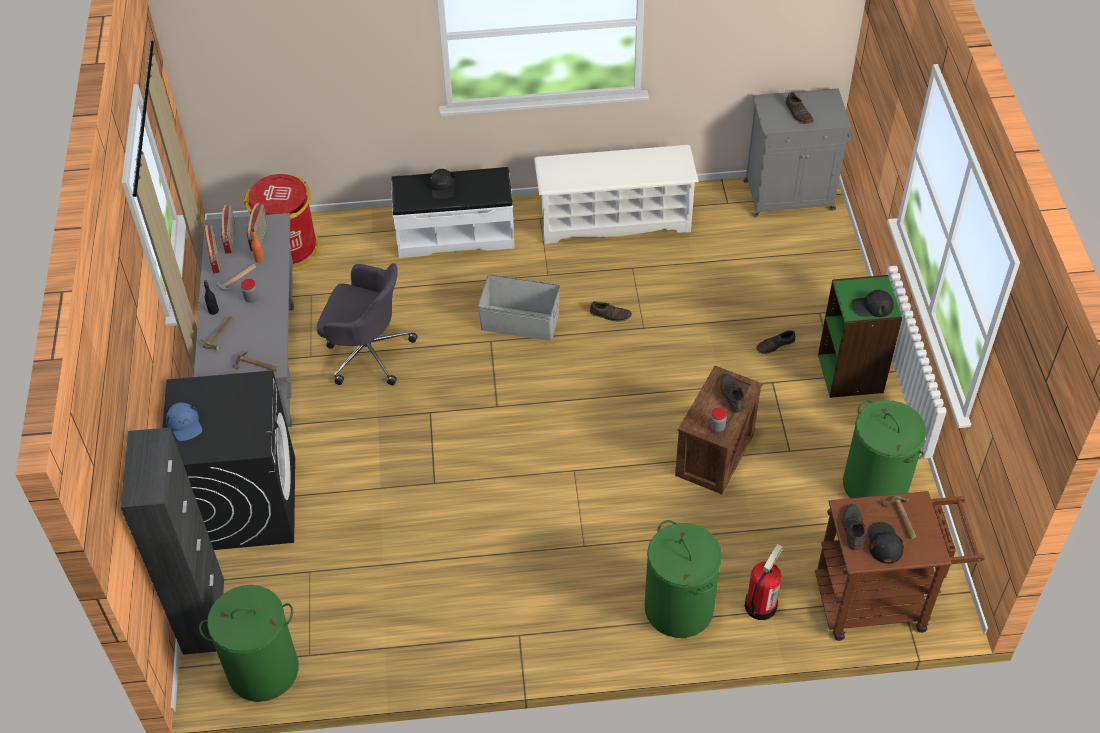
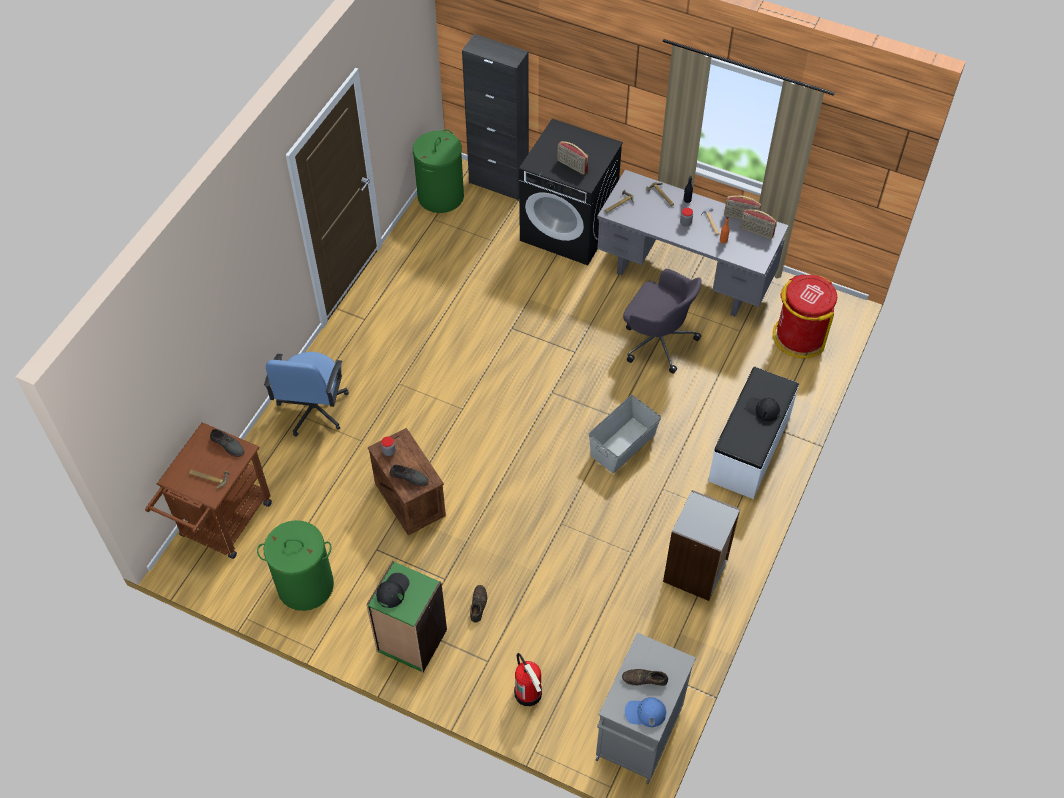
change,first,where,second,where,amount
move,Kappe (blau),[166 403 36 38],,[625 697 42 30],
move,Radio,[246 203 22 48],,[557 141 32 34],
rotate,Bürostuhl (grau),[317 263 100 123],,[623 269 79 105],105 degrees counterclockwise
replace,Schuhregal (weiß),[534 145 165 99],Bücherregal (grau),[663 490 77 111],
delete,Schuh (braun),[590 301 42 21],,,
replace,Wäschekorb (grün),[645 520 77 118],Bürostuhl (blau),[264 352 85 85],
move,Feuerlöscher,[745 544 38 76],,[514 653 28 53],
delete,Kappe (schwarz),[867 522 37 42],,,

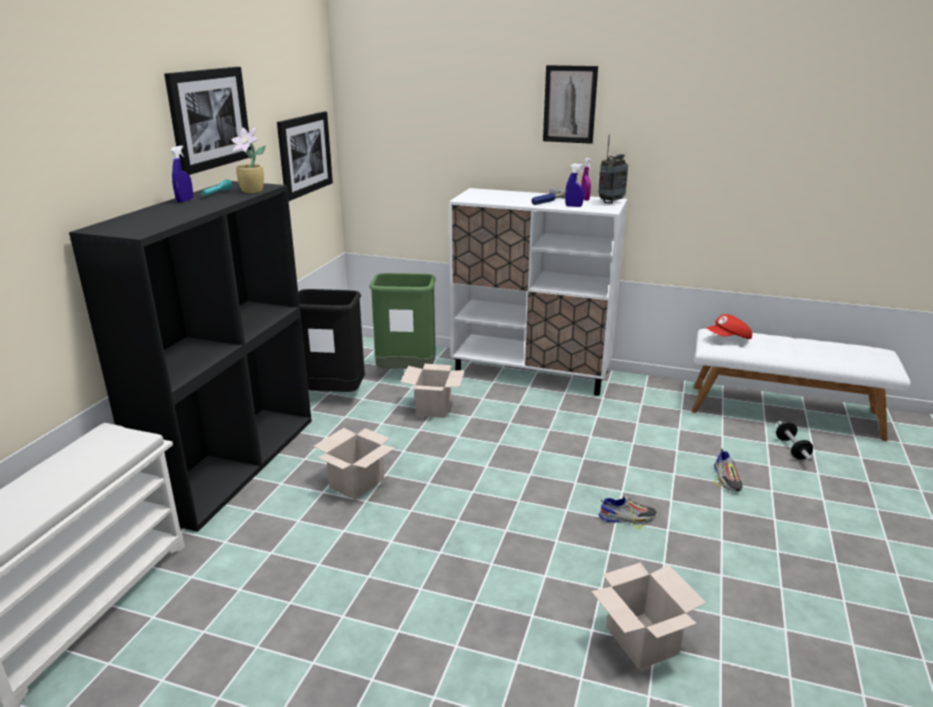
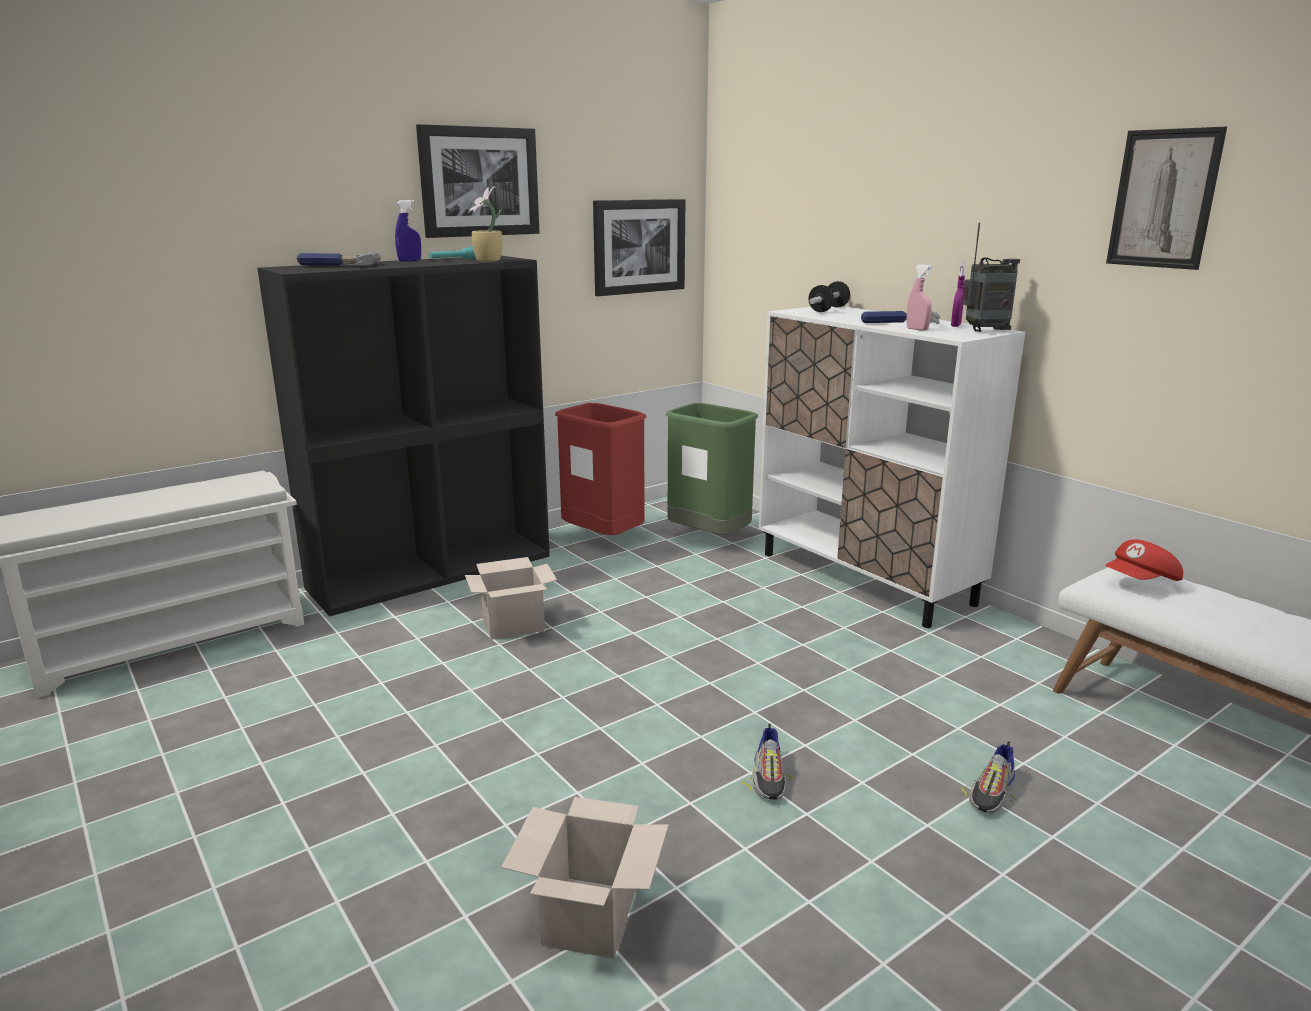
change,first,where,second,where,amount
recolor,Mülleimer (schwarz),[298 289 67 103],Mülleimer (rot),[555 403 91 132],
delete,Karton,[401 364 64 54],,,
move,Bild,[543 65 55 79],,[1106 127 121 143],
recolor,Sprühflasche (blau),[565 164 19 43],Sprühflasche (rosa),[906 264 27 67],
rotate,Schuh,[599 496 58 33],,[742 724 51 76],60 degrees clockwise
rotate,Kappe (rot),[707 314 45 25],,[1105 539 78 42],45 degrees counterclockwise
move,Hantel,[776 421 37 41],,[808 281 42 31],
insert,,,Hammer,[297 251 84 15],

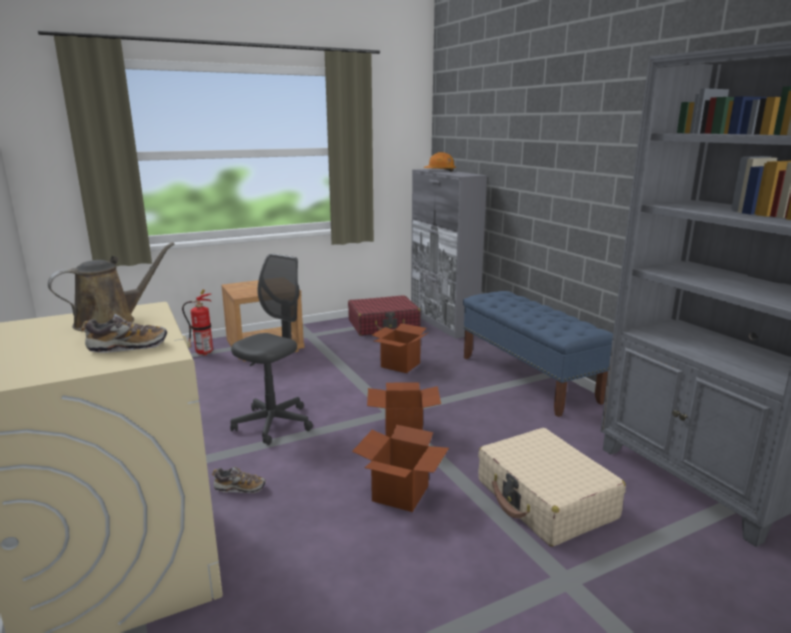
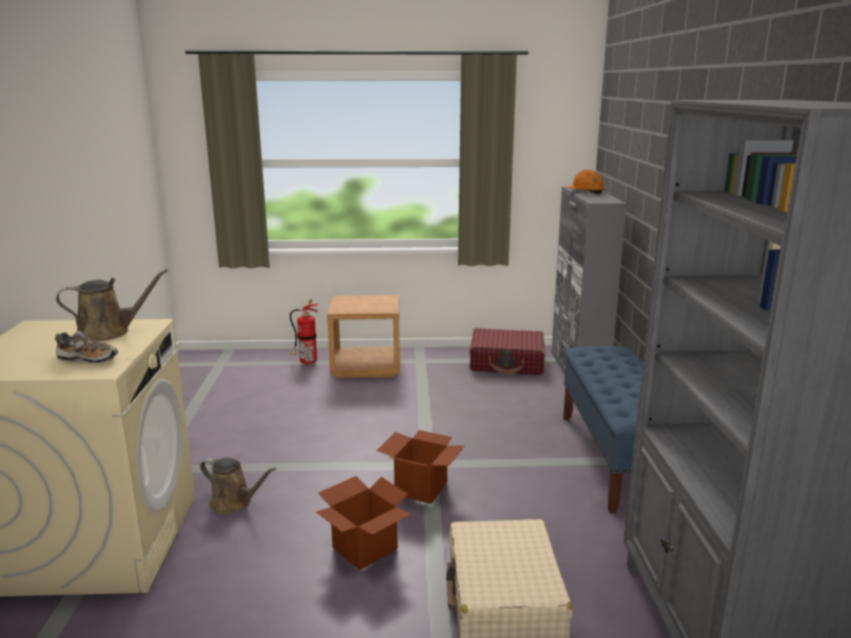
change,first,where,second,where,amount
replace,Schuh,[212 467 54 26],Gießkanne (braun),[200 457 76 57],
delete,Bürostuhl (grau),[230 253 83 192],,,
delete,Karton,[372 323 57 50],,,

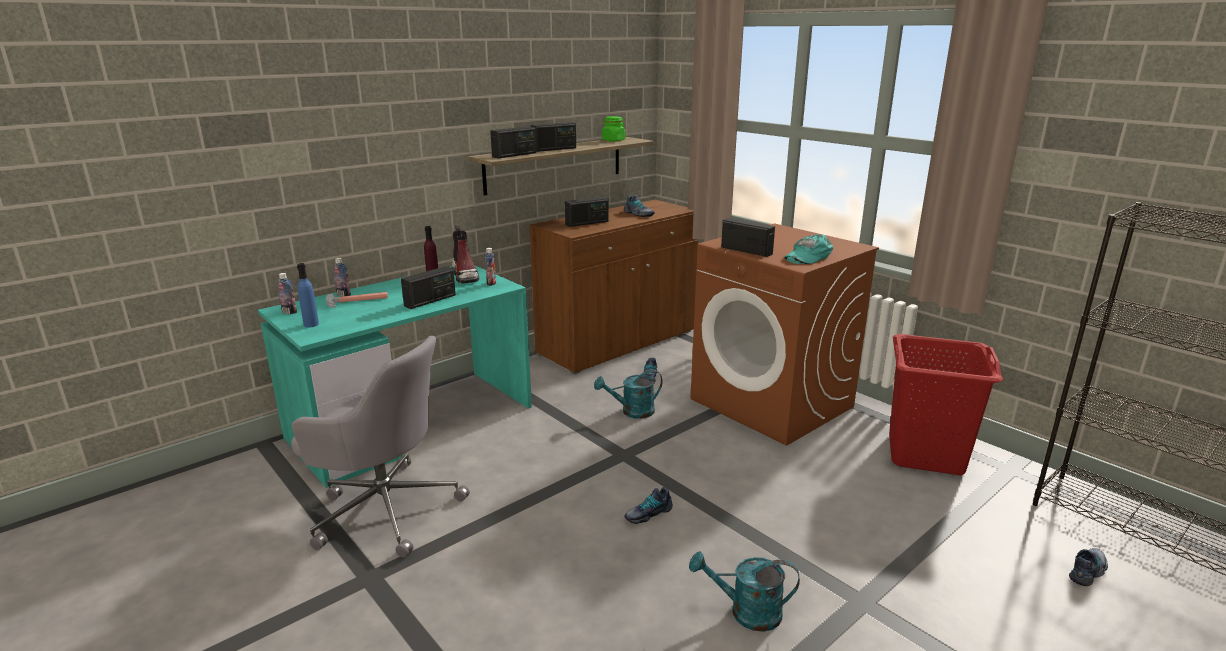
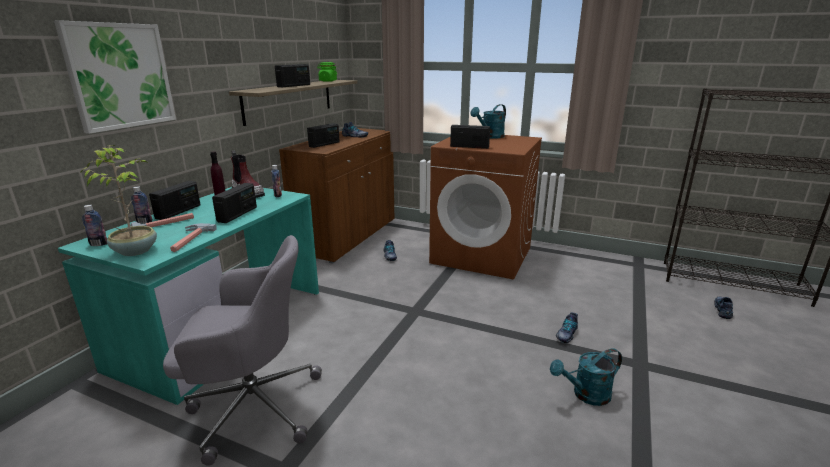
change,first,where,second,where,amount
replace,Flasche (blau),[297 263 22 65],Topfpflanze,[81 145 76 111],
move,Radio,[490 126 46 32],,[149 181 51 39],
move,Gießkanne (türkis),[594 370 69 49],,[470 104 36 35],
move,Schuh,[625 487 48 37],,[556 312 22 31],
delete,Kappe (türkis),[784 234 49 30],,,
delete,Wäschekorb (rot),[889 334 114 141],,,
insert,,,Bild,[54 20 122 114],
insert,,,Hammer,[170 223 47 29],

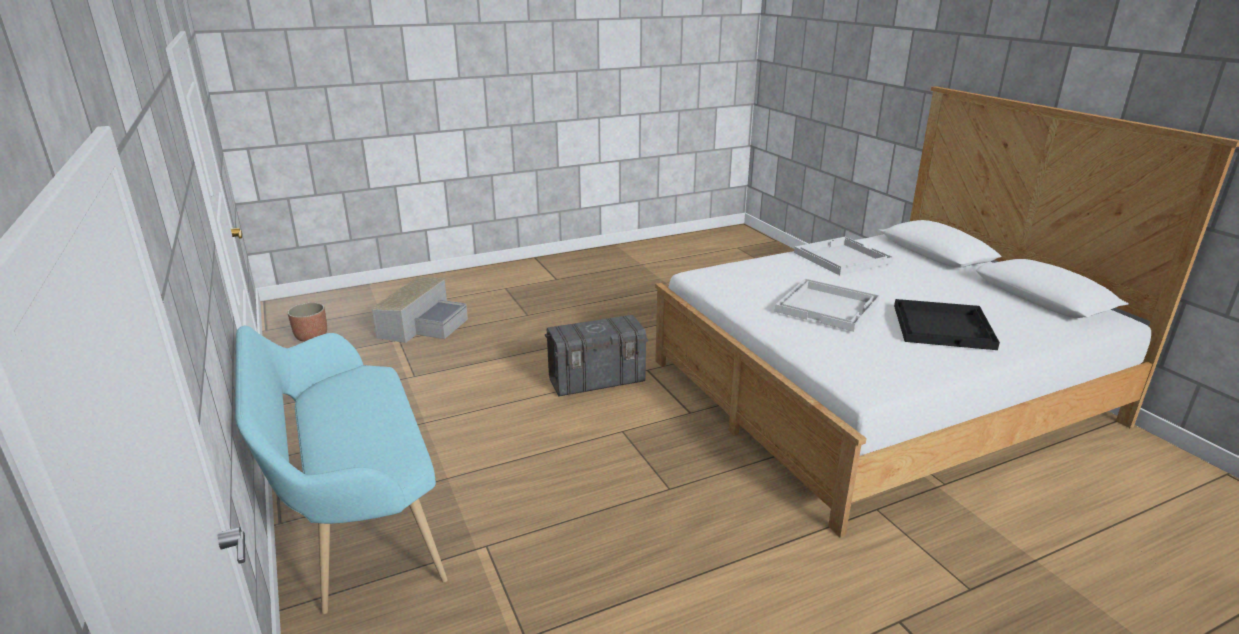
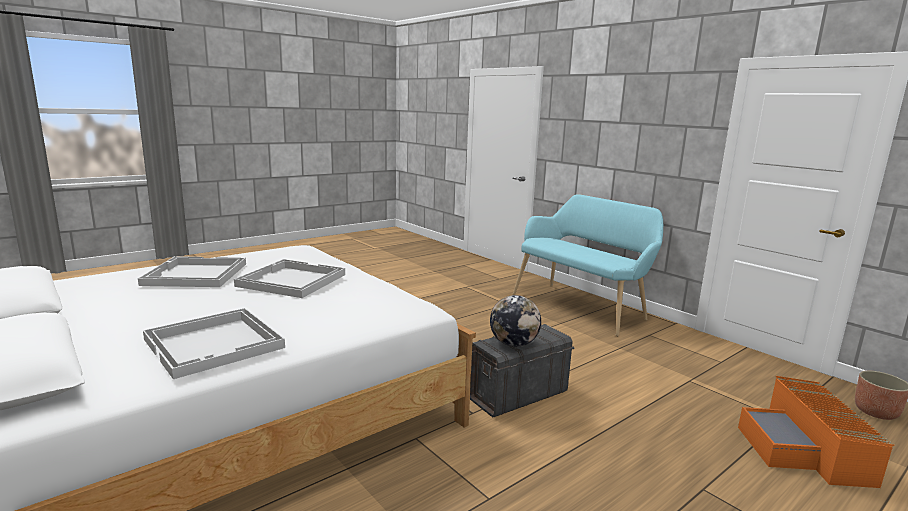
change,first,where,second,where,amount
recolor,Aufbewahrungsbox (grau),[371 277 97 66],Aufbewahrungsbox (orange),[738 376 156 112],
recolor,Tablett (schwarz),[894 299 106 51],Tablett (weiß),[138 256 108 31],
insert,,,Globus,[490 295 51 52],

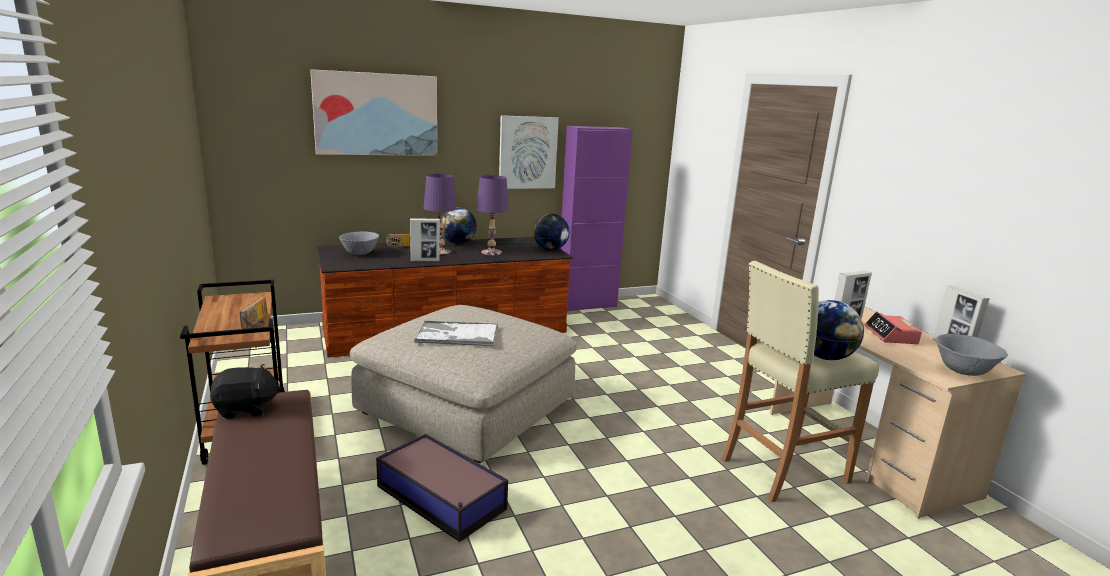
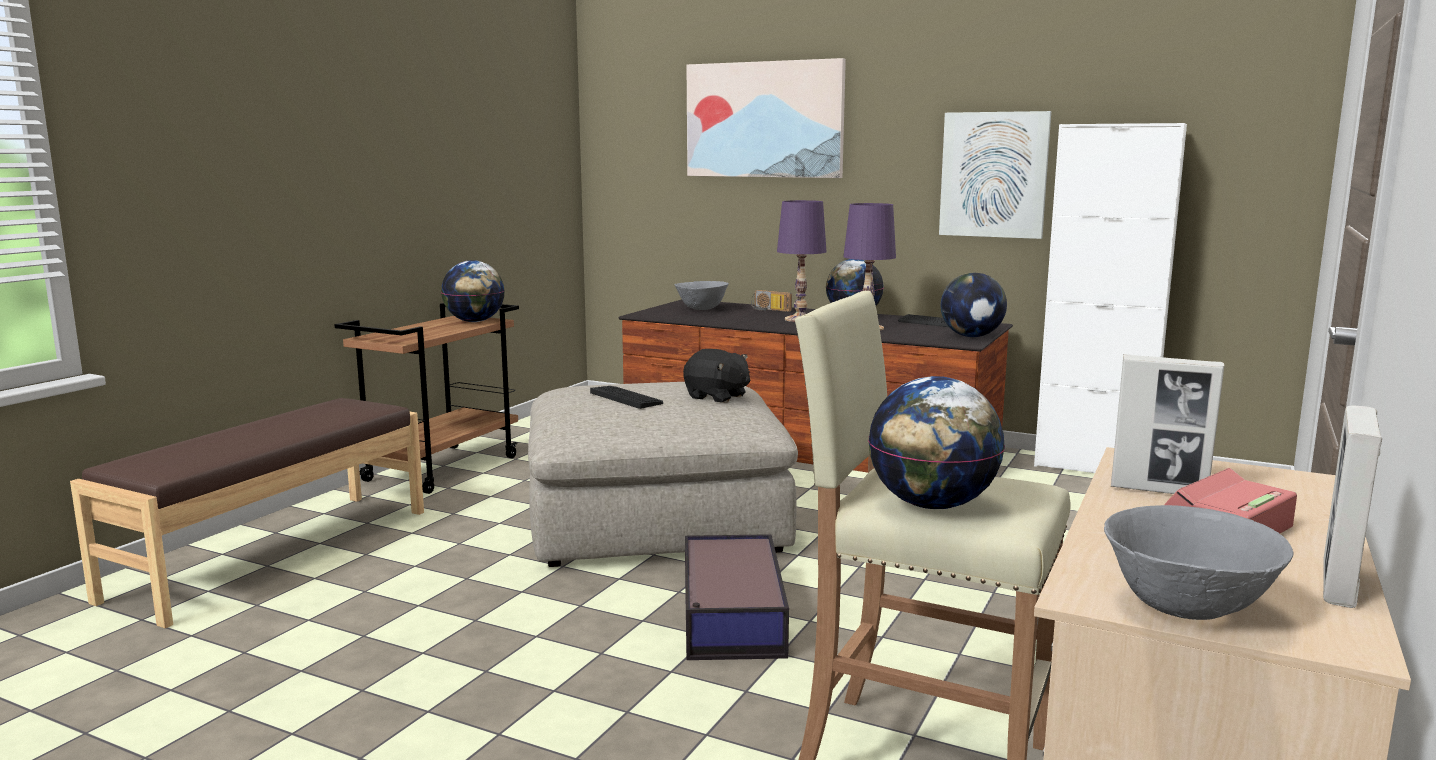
change,first,where,second,where,amount
move,Plüschtier (schwarz),[210 364 72 55],,[683 349 67 54],
delete,Radio,[239 297 28 32],,,
move,Aufbewahrungsbox,[376 434 132 108],,[685 534 104 126],
delete,Bilderrahmen,[410 218 30 43],,,
replace,Tablett,[414 321 84 25],Tastatur,[590 386 73 23],
recolor,Schrank (lila),[560 126 73 186],Schrank (weiß),[1034 123 153 350],
insert,,,Globus,[441 260 64 62],

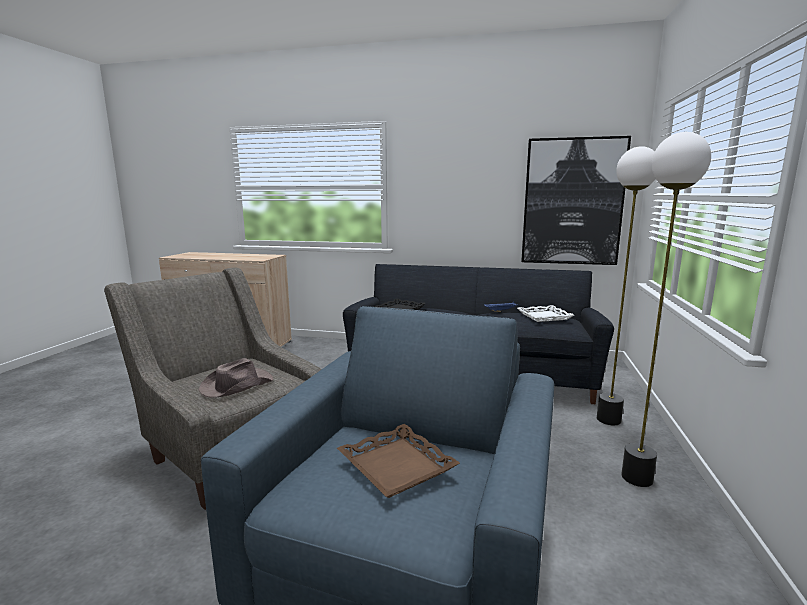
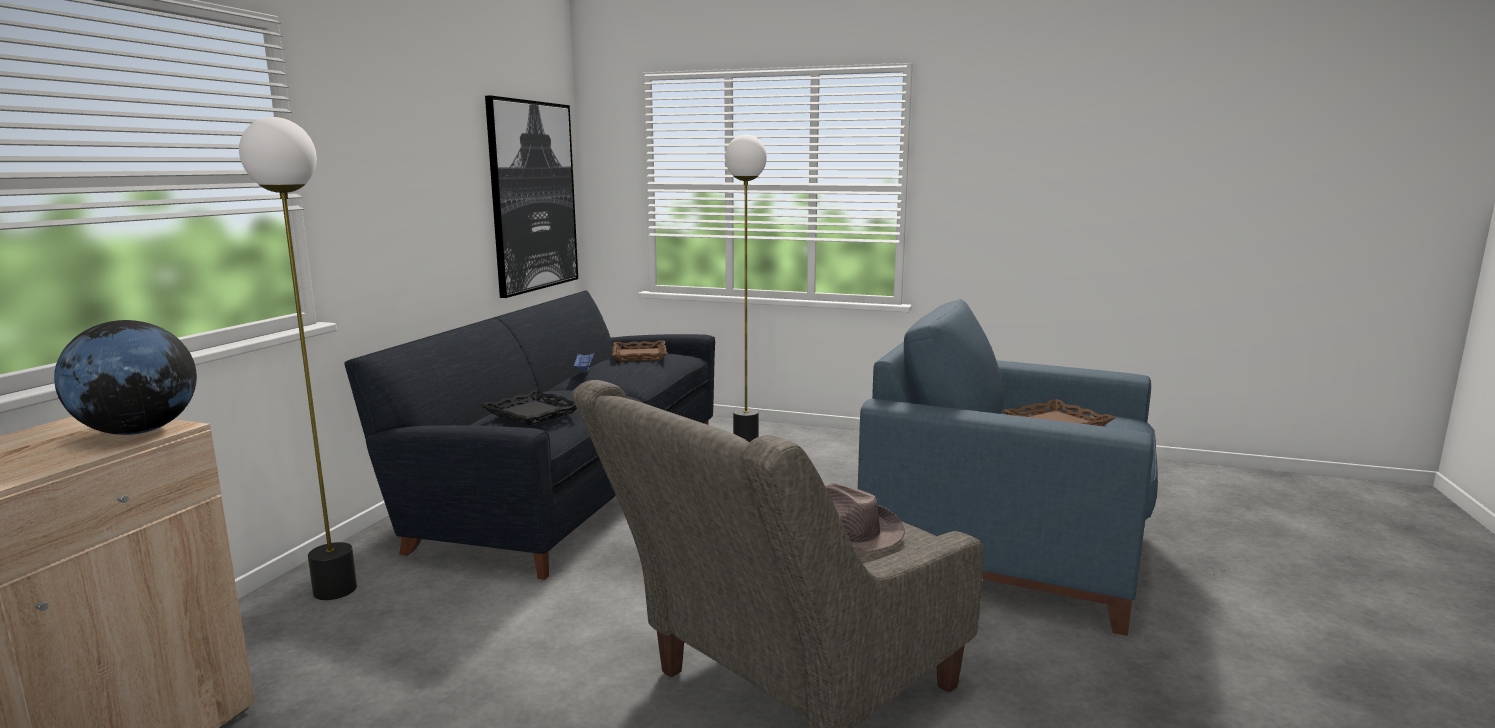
change,first,where,second,where,amount
recolor,Tablett (weiß),[517 305 57 17],Tablett (braun),[612 340 56 21],
move,Stehlampe,[621 132 90 355],,[239 117 118 483],
insert,,,Globus,[54 320 143 115],

